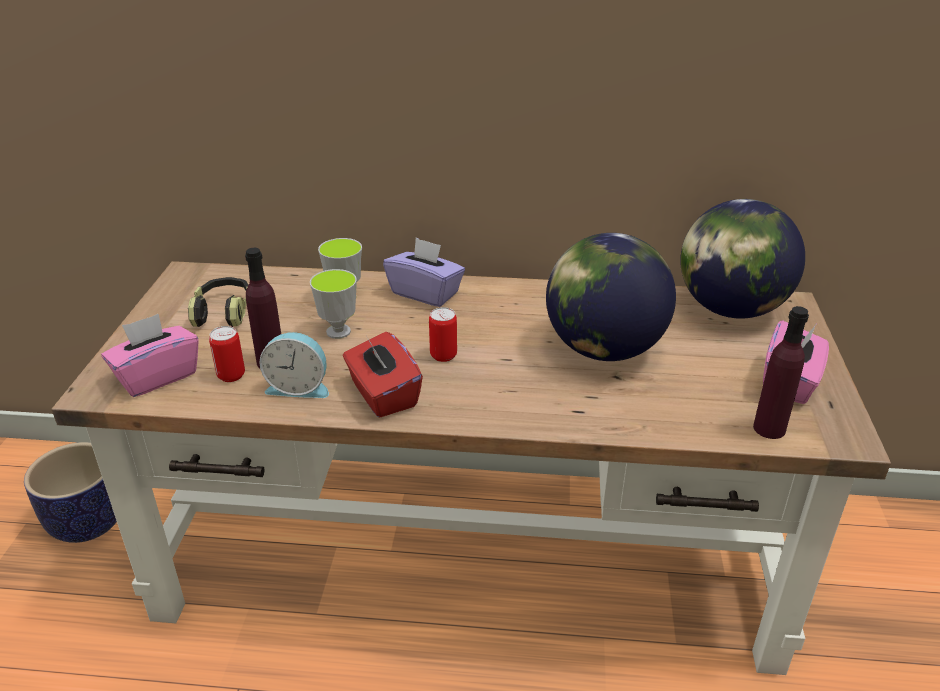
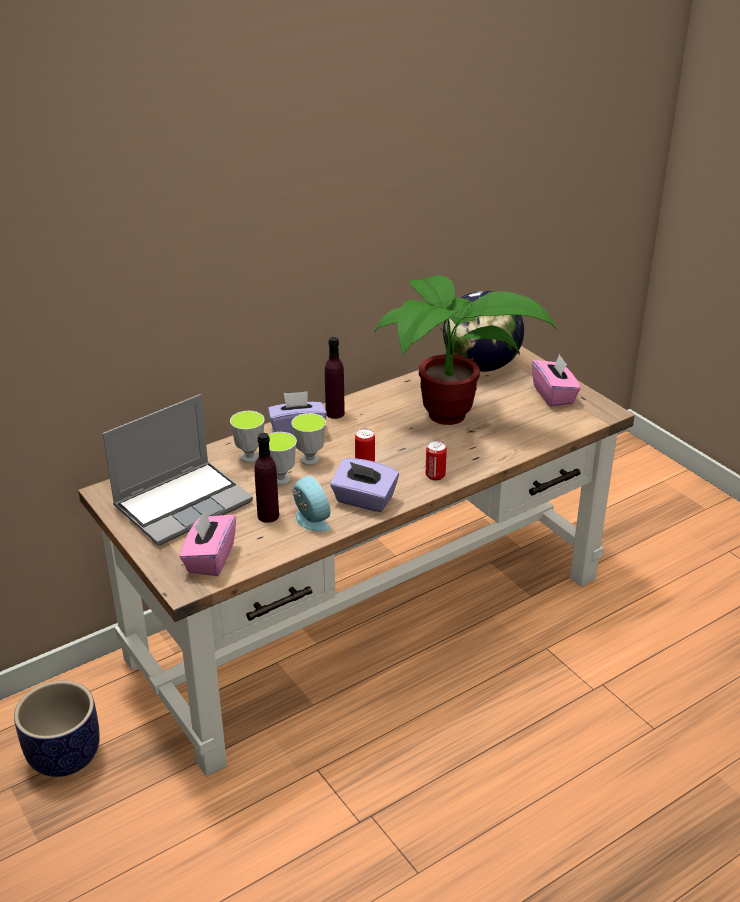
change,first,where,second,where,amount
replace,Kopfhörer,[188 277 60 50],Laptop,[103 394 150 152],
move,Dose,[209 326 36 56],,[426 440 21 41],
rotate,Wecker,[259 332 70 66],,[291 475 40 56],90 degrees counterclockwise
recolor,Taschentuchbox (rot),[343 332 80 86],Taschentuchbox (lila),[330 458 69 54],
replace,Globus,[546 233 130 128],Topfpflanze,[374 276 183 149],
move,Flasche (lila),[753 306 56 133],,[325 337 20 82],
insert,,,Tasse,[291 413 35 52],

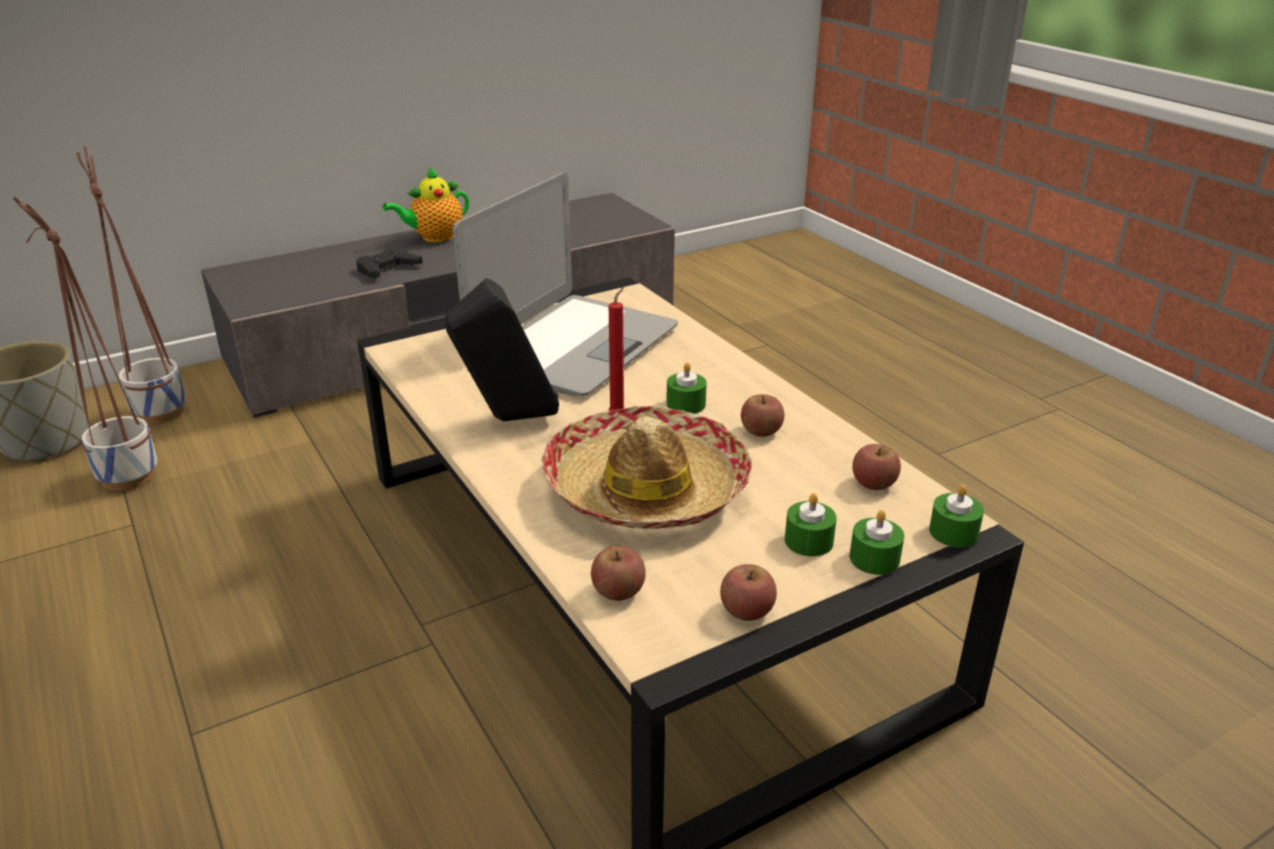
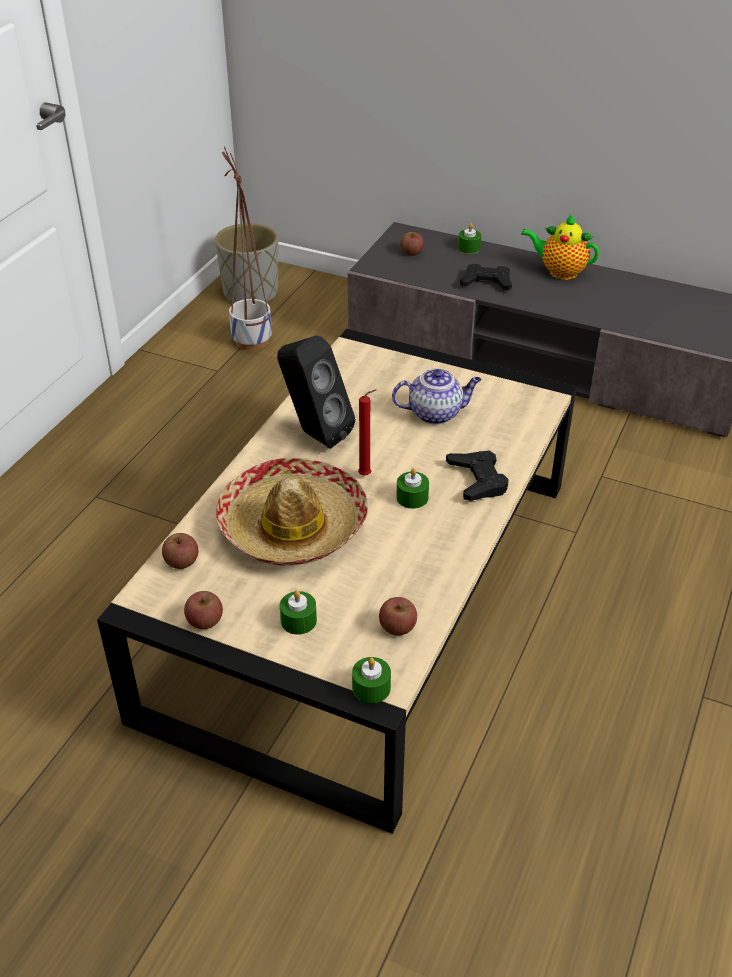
change,first,where,second,where,amount
delete,Pflanzkübel,[76 146 110 278],,,
replace,Laptop,[453 173 225 223],Teekanne,[392 369 89 55],
move,Apfel,[741 394 44 43],,[400 232 24 24],
move,Kerze (grün),[850 510 54 65],,[458 223 23 31],
insert,,,Gamepad (schwarz),[446 450 63 51],

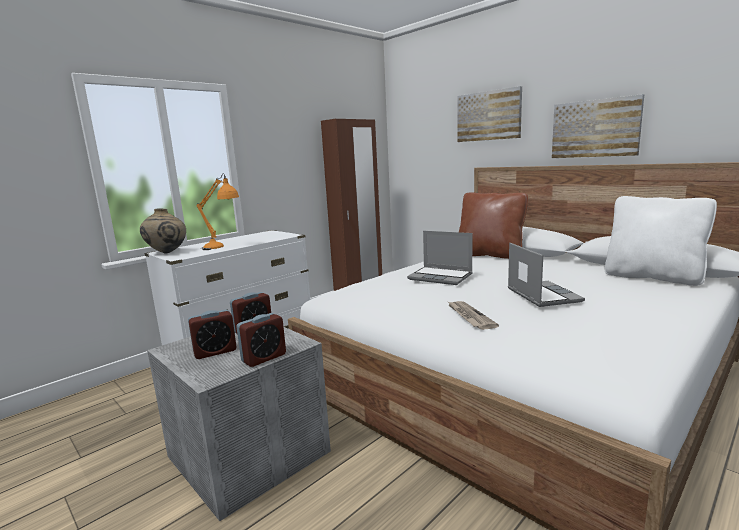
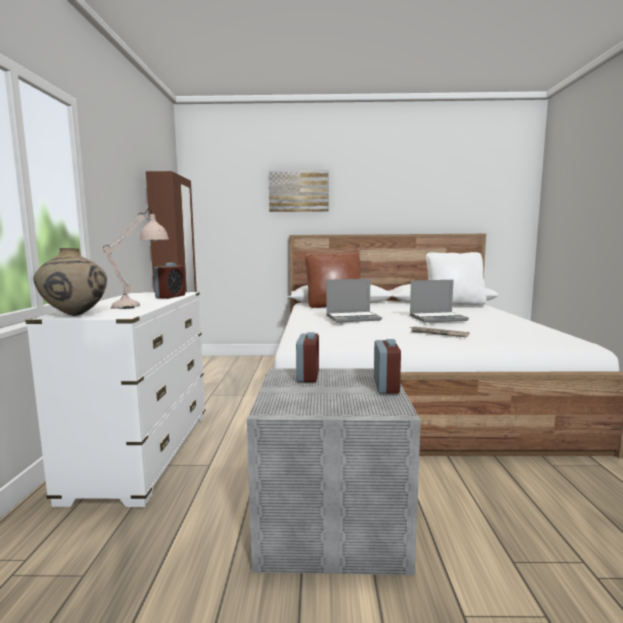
change,first,where,second,where,amount
move,Wecker,[188 309 49 50],,[153 263 32 36],
recolor,Tischlampe (orange),[196 174 43 76],Tischlampe (beige),[103 208 66 101],
rotate,Laptop,[508 243 77 64],,[410 280 59 43],135 degrees clockwise
delete,Bild,[552 94 92 64],,,

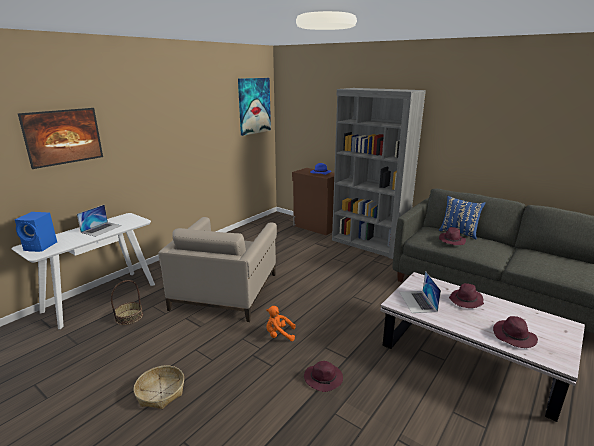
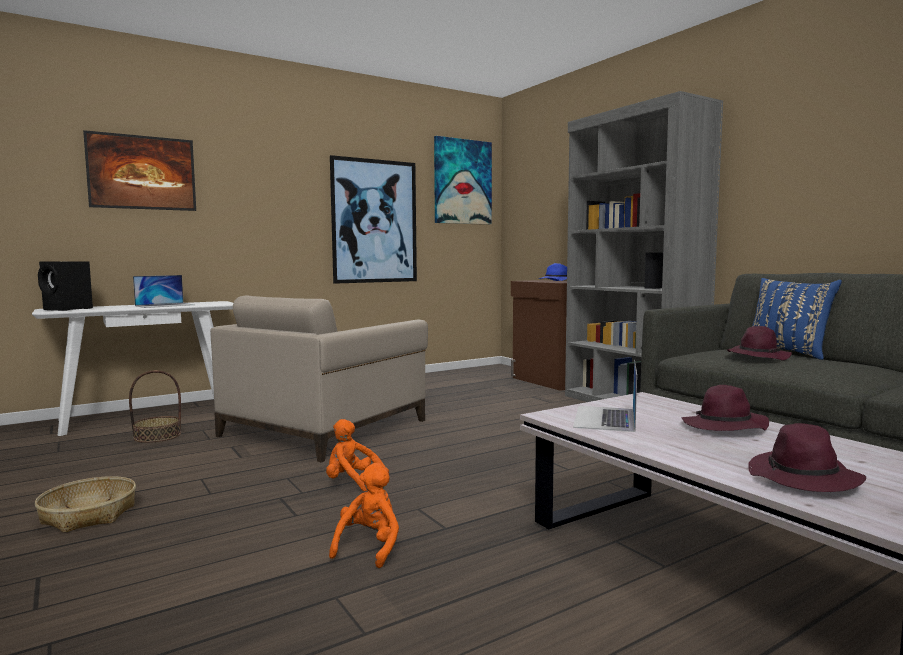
change,first,where,second,where,amount
recolor,Lautsprecher (blau),[15 212 42 40],Lautsprecher (schwarz),[38 261 55 50],
replace,Hut (lila),[304 361 39 31],Plüschtier (orange),[329 463 70 105],
insert,,,Bild,[330 155 87 129],

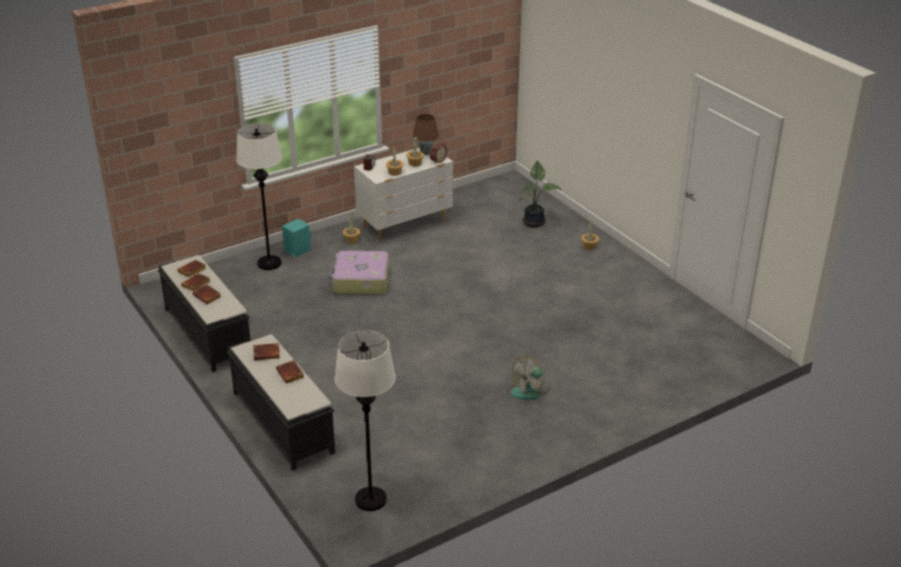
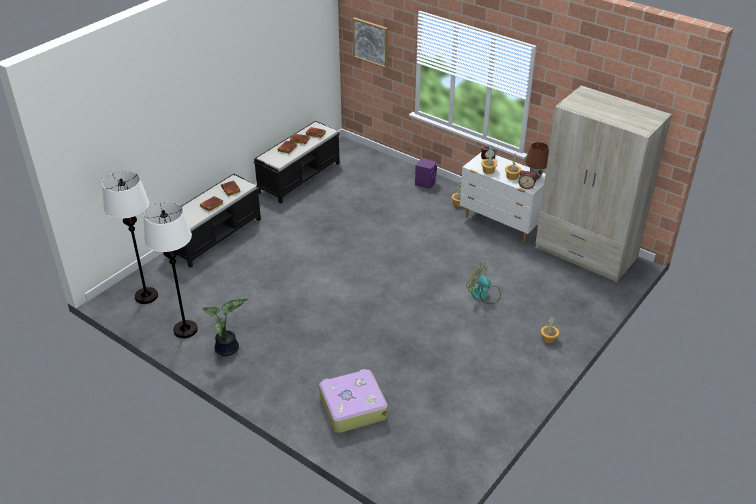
change,first,where,second,where,amount
move,Stehlampe (weiß),[236 123 46 147],,[144 202 54 136],
recolor,Lautsprecher (türkis),[282 219 29 39],Lautsprecher (lila),[415 158 22 31],
move,Koffer,[329 251 60 44],,[319 369 69 64],
move,Ventilator,[510 355 40 45],,[466 263 35 41],
move,Topfpflanze,[518 161 43 67],,[201 299 48 57],
insert,,,Bild,[353 17 35 51],
insert,,,Kleiderschrank (beige),[536 86 136 197],

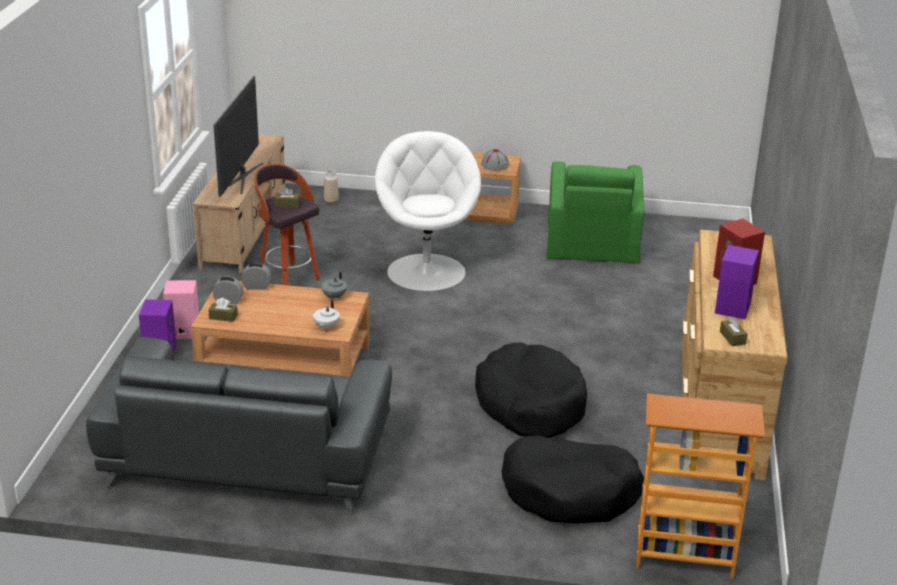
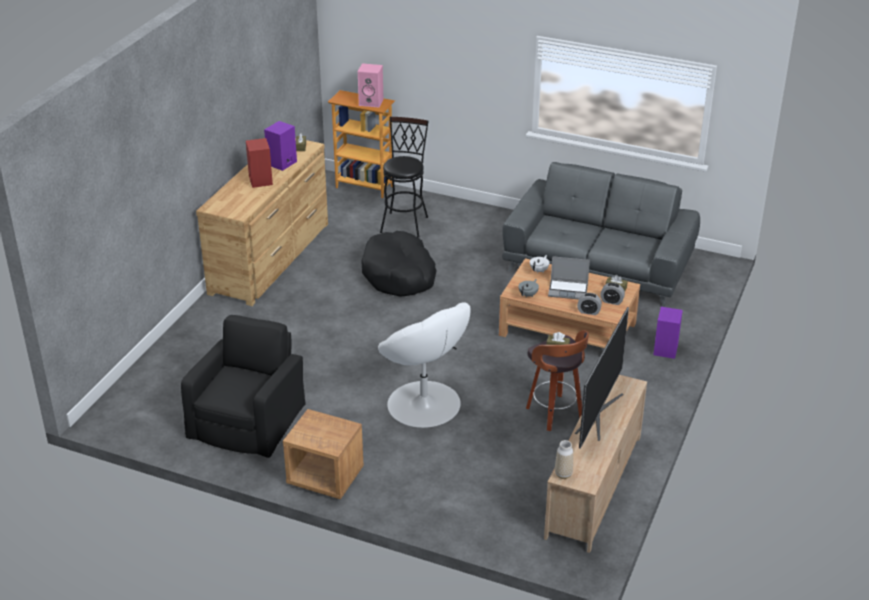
change,first,where,second,where,amount
move,Lautsprecher (rosa),[163 280 36 59],,[358 63 25 45],
move,Vase,[324 169 15 35],,[555 440 18 39],
rotate,Sessel (weiß),[375 131 106 160],,[378 302 93 126],45 degrees counterclockwise
delete,Hut (grau),[481 149 28 22],,,
replace,Hundebett (schwarz),[502 435 142 88],Hocker (schwarz),[380 117 49 121],
recolor,Sessel (grün),[546 161 99 103],Sessel (schwarz),[181 315 125 143],
insert,,,Laptop,[548 256 42 43],

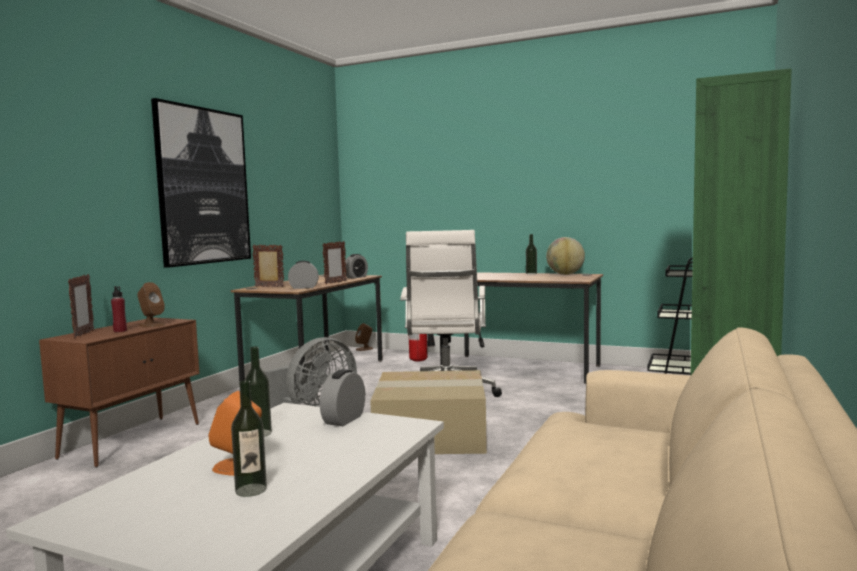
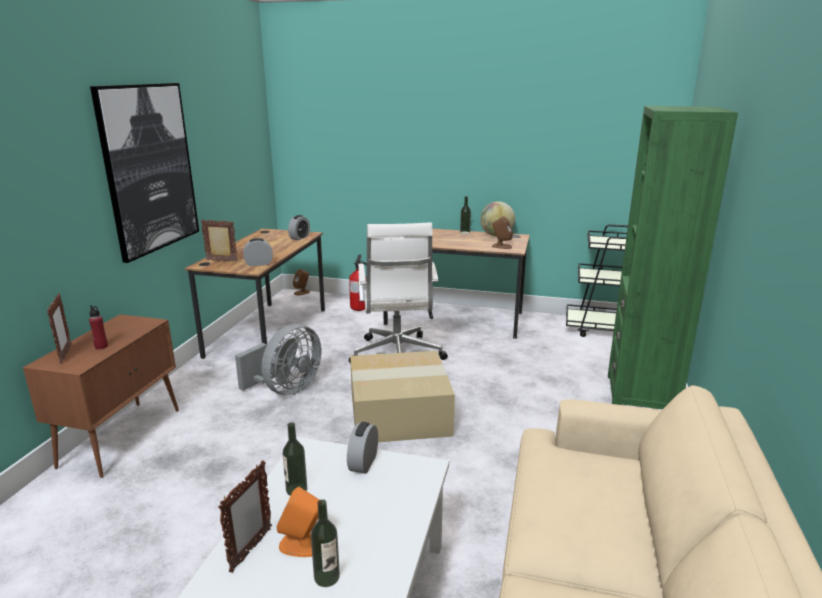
change,first,where,second,where,amount
move,Lautsprecher (braun),[137 282 28 45],,[492 217 21 32],
move,Bilderrahmen,[323 241 24 43],,[218 460 54 113],

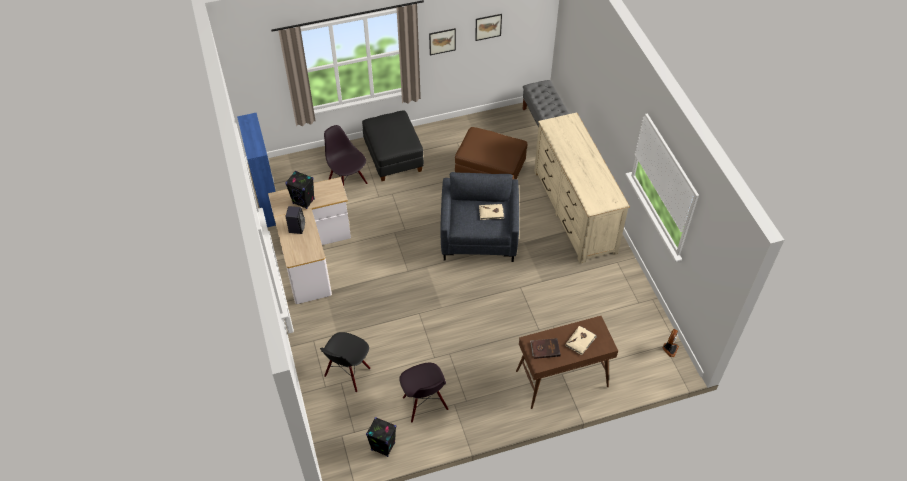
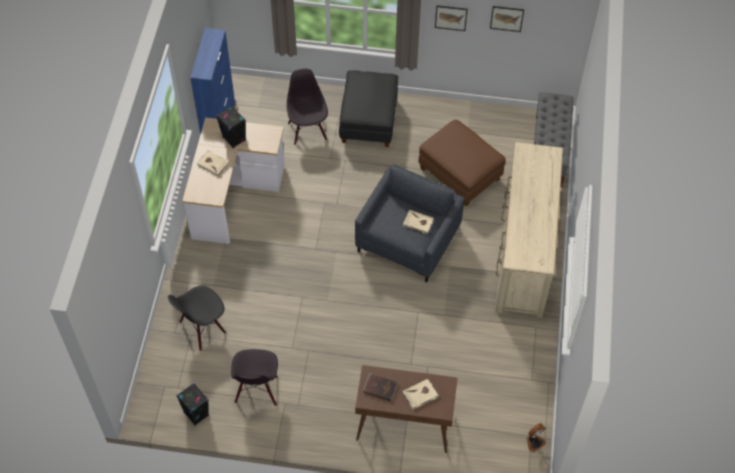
change,first,where,second,where,amount
replace,Lautsprecher (schwarz),[285 206 20 28],Buch (beige),[197 151 33 25],

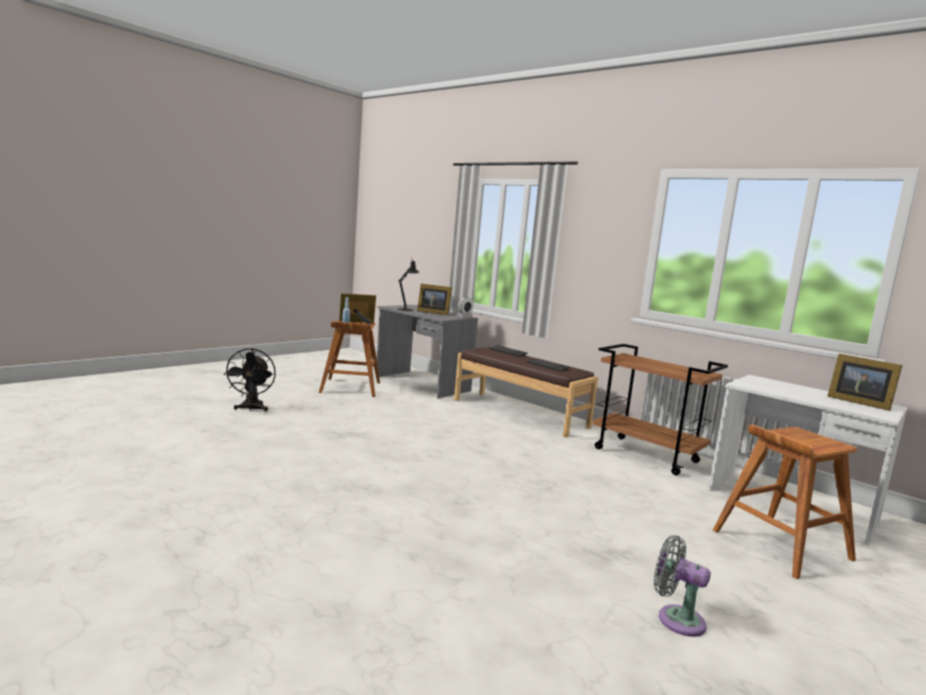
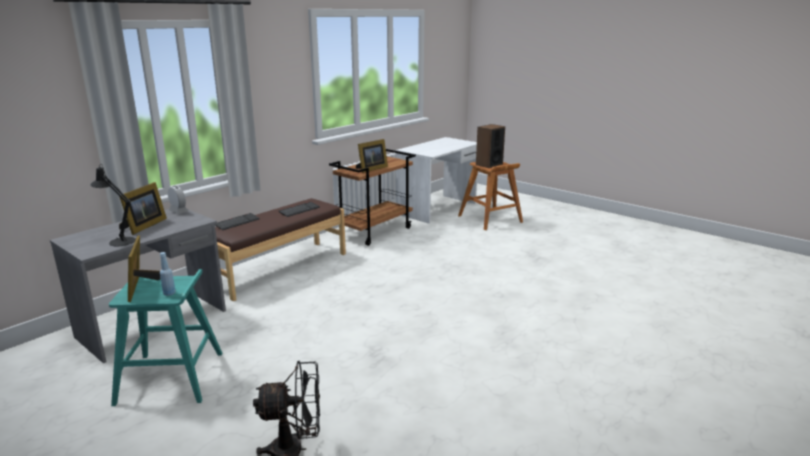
change,first,where,second,where,amount
recolor,Hocker (braun),[319 320 61 77],Hocker (türkis),[109 269 114 137],
delete,Ventilator (grau),[654 535 57 102],,,
move,Bilderrahmen,[827 354 75 57],,[356 139 32 34],
insert,,,Lautsprecher,[476 124 29 44],

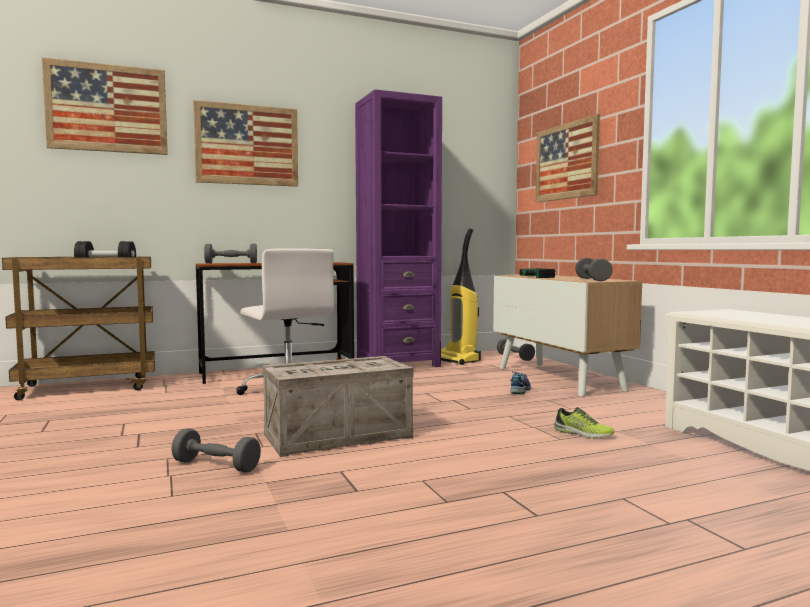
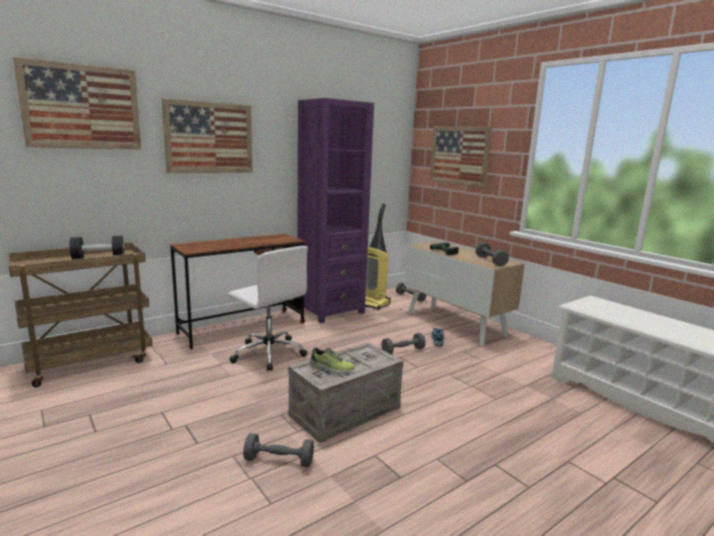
change,first,where,second,where,amount
move,Hantel (grau),[204 244 53 19],,[381 333 45 21],
move,Schuh,[554 407 60 31],,[310 348 45 26],

